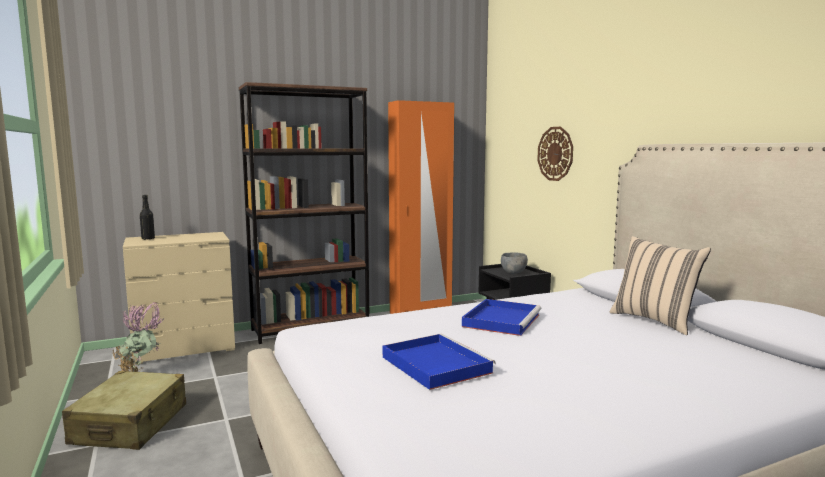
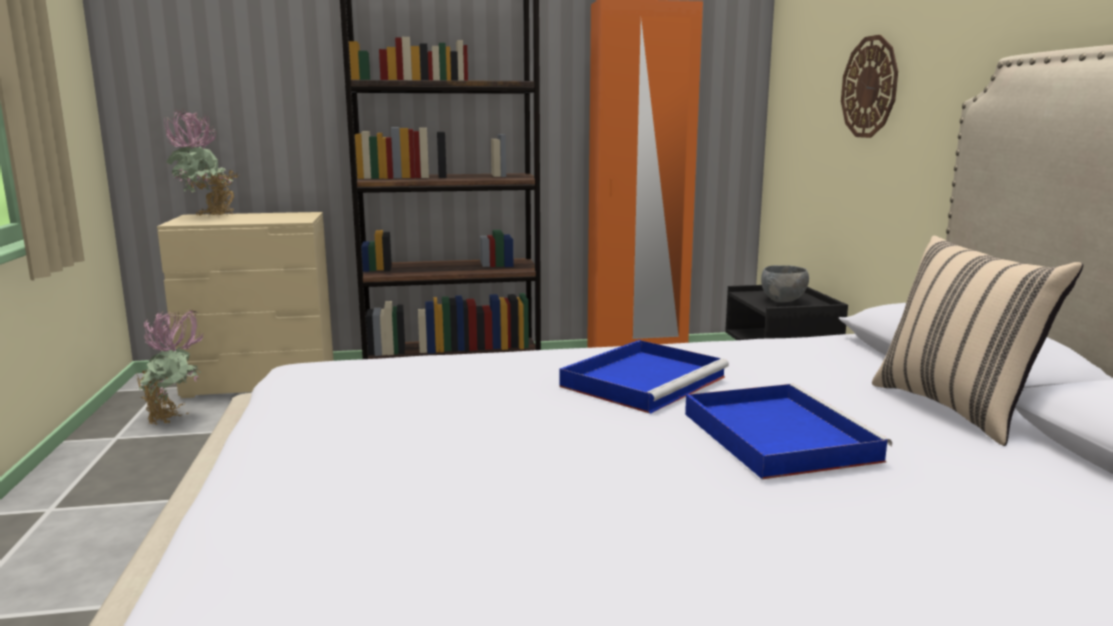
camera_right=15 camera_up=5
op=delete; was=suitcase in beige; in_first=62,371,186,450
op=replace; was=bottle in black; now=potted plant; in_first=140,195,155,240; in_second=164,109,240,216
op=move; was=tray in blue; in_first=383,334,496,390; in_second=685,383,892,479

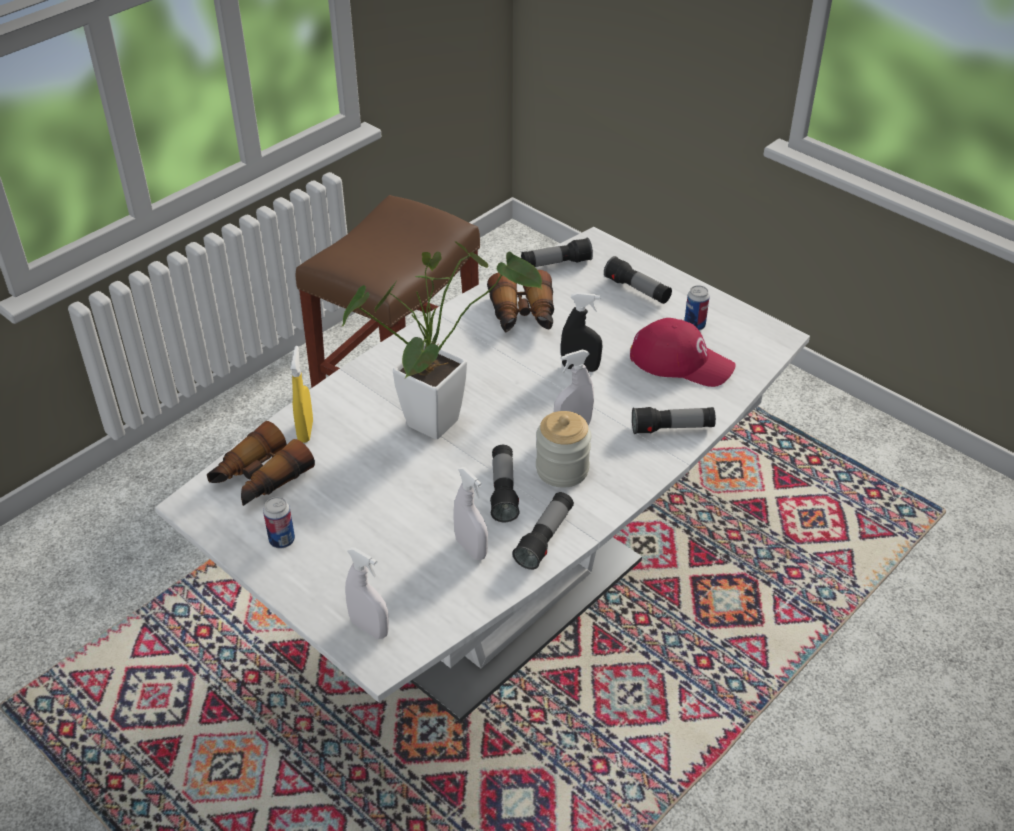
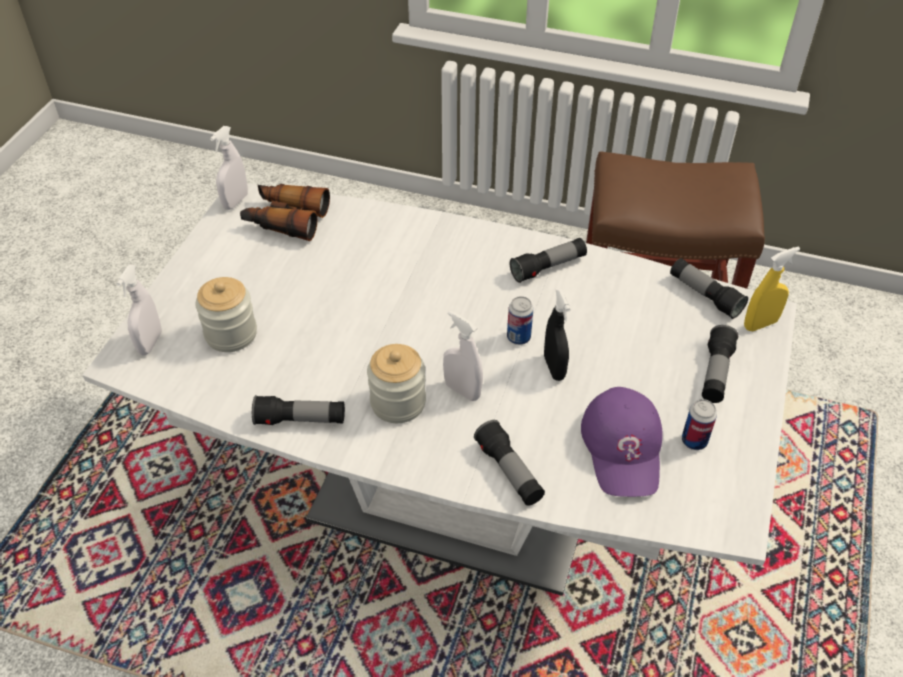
camera_right=65 camera_up=5
op=move; was=can; in_first=263,497,295,548; in_second=507,296,533,345
op=move; was=spray bottle in yellow; in_first=291,346,313,443; in_second=744,247,800,331
op=delete; was=potted plant; in_first=341,241,542,440
op=move; was=spray bottle in white; in_first=454,467,488,560; in_second=210,126,248,210
op=delete; was=binoculars; in_first=487,270,554,332
op=move; was=flashlight; in_first=490,445,519,522; in_second=510,238,587,283
op=recolor; was=cap in red; now=cap in purple; in_first=630,318,736,387; in_second=581,387,663,497
op=insert; now=jar; in_second=195,277,257,352

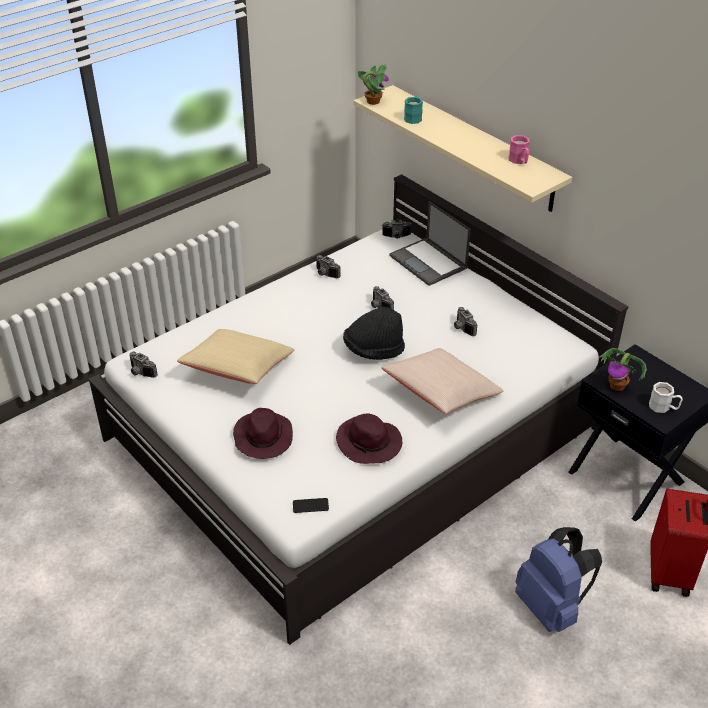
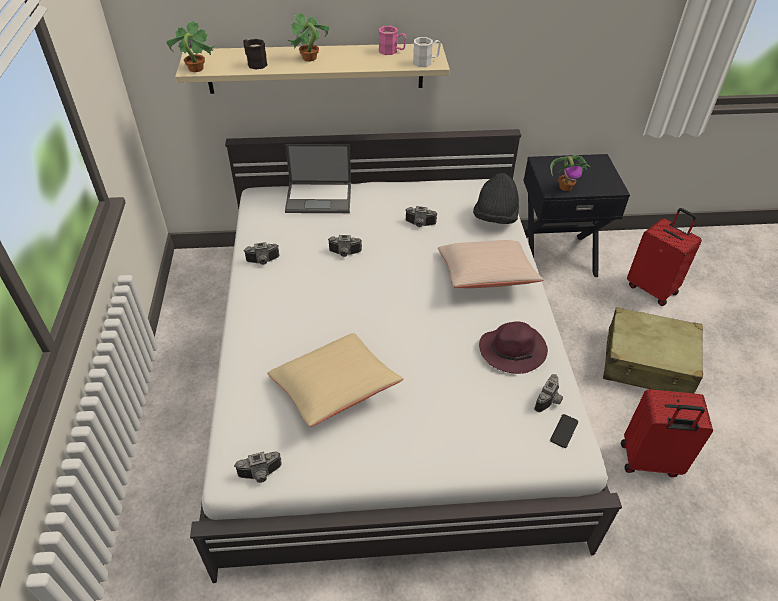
camera_right=-55 camera_up=5
op=delete; was=hat in purple; in_first=233,408,293,459
op=move; was=hat in black; in_first=343,306,405,360; in_second=473,173,519,224
op=move; was=photo camera; in_first=382,220,412,239; in_second=534,374,563,412
op=recolor; was=mug in turquoise; now=mug in black; in_first=404,96,423,124; in_second=243,39,268,70
op=replace; was=backpack in blue; now=suitcase in beige; in_first=515,527,602,632; in_second=603,307,703,393
op=move; was=mug in white; in_first=649,382,683,413; in_second=413,37,441,67
op=insert; now=potted plant; in_second=288,13,329,62
op=insert; now=suitcase in red; in_second=621,389,713,477

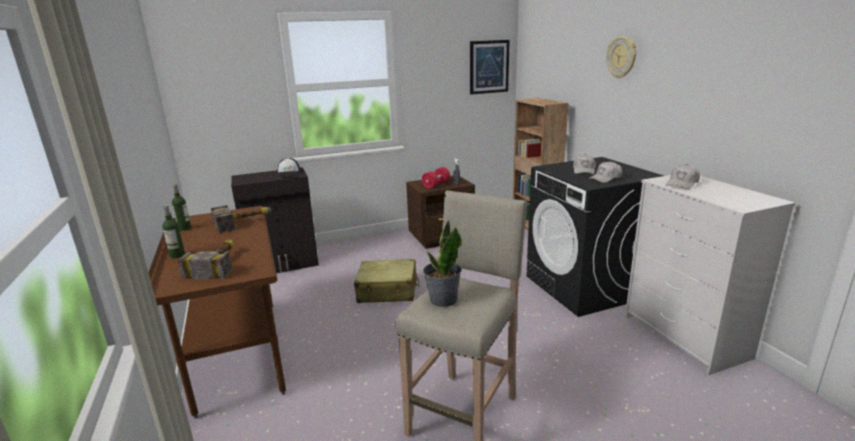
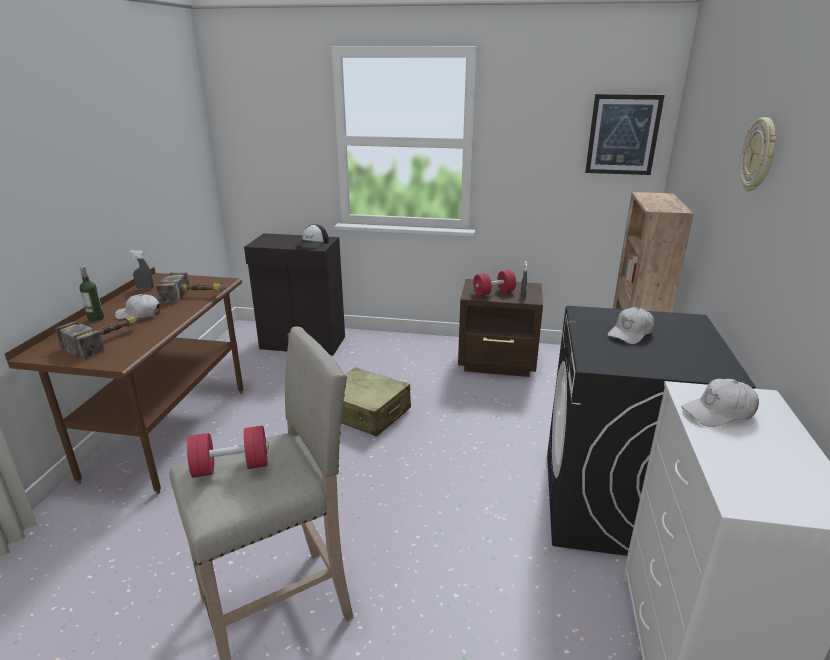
camera_right=30 camera_up=5
op=replace; was=bottle; now=spray bottle in grey; in_first=172,184,191,231; in_second=130,250,153,289
op=replace; was=potted plant; now=dumbbell in red; in_first=423,220,462,307; in_second=187,425,269,478
op=move; was=cap in white; in_first=589,161,622,183; in_second=115,294,161,319

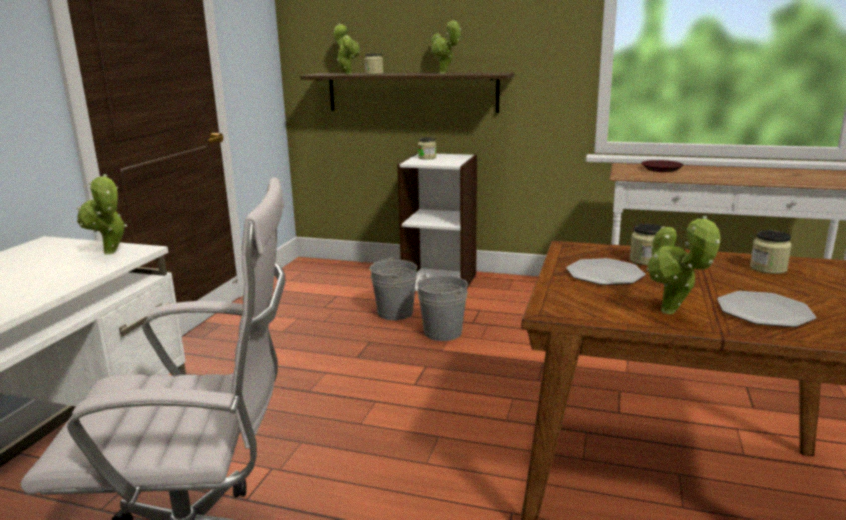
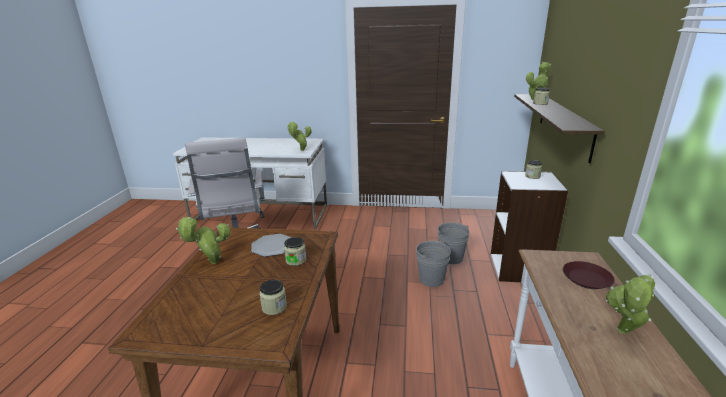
camera_right=80 camera_up=5
op=move; was=potted plant; in_first=431,20,461,74; in_second=606,274,655,334
op=delete; was=plate; in_first=717,291,816,327

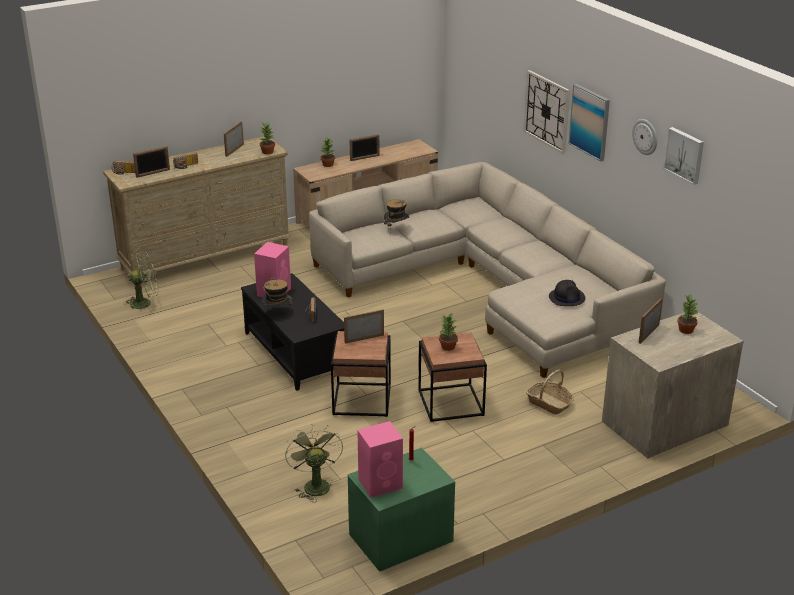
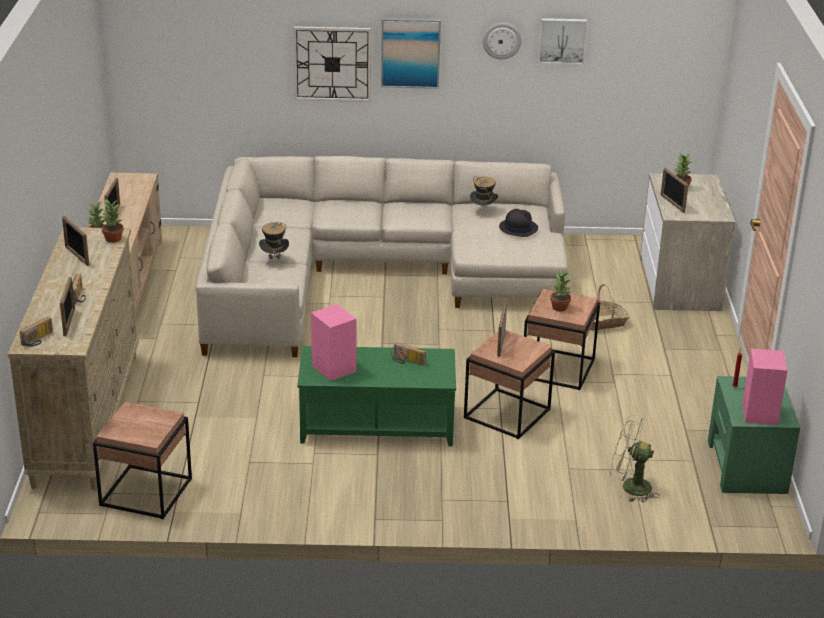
camera_right=-60 camera_up=0
op=replace; was=fan in green; now=side table in brown; in_first=123,252,159,312; in_second=93,402,192,519
op=recolor; was=coffee table in black; now=coffee table in green; in_first=241,273,344,391; in_second=297,346,456,446
op=move; was=hat; in_first=262,277,293,307; in_second=470,176,498,205

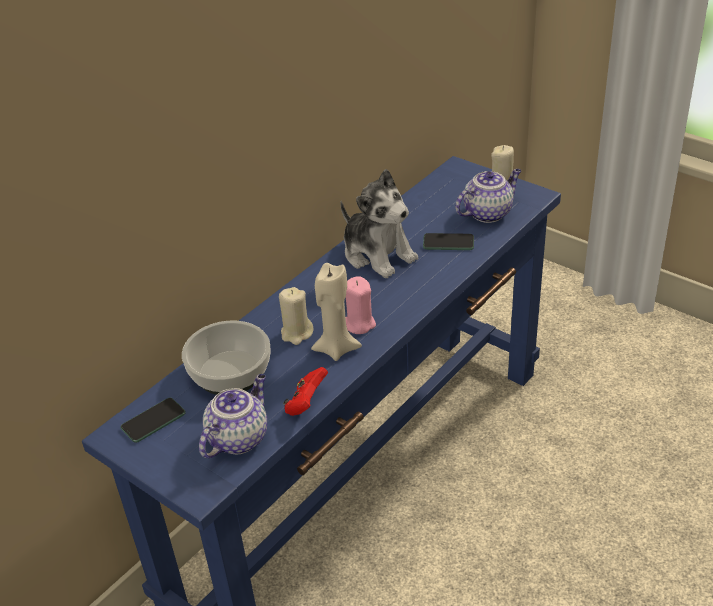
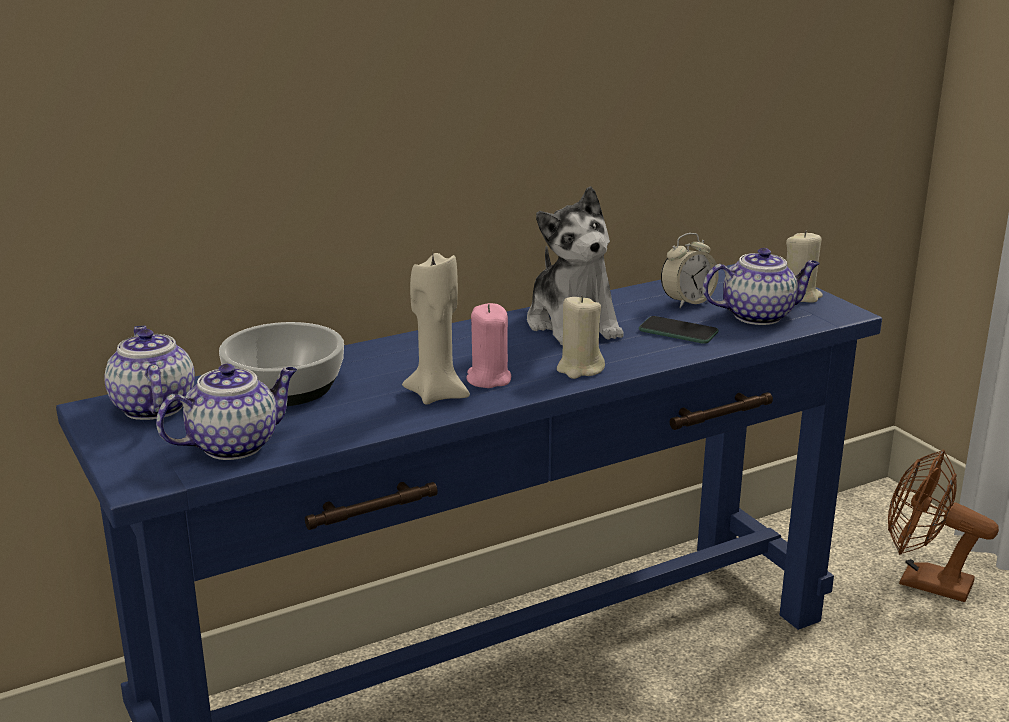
camera_right=20 camera_up=-15
op=replace; was=phone; now=teapot; in_first=121,398,186,443; in_second=104,325,195,420
op=move; was=candle in beige; in_first=279,287,314,345; in_second=557,295,605,379
op=delete; was=game controller in red; in_first=283,367,328,416
op=insert; now=alarm clock; in_second=661,233,719,308
op=insert; now=fan in brown; in_second=888,449,999,602

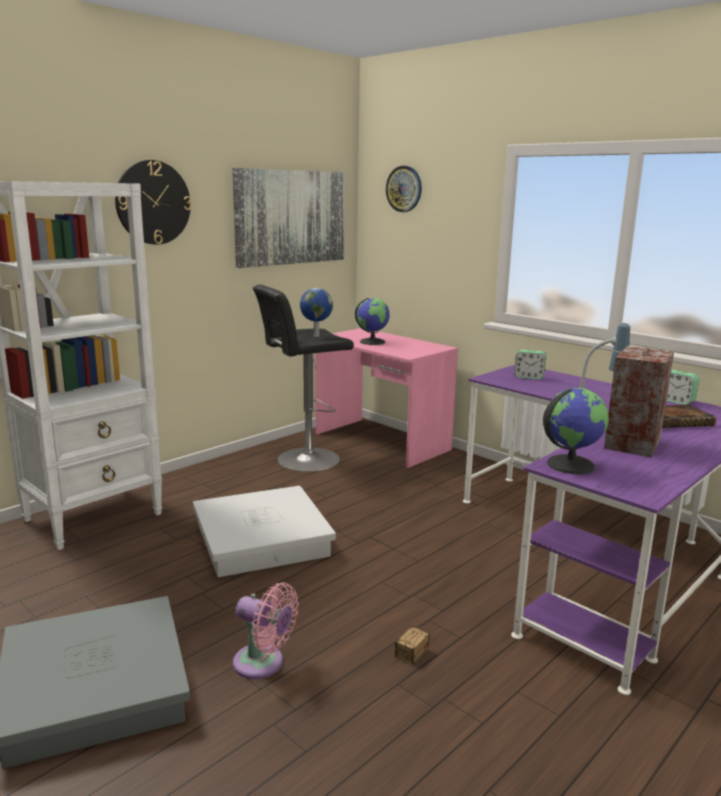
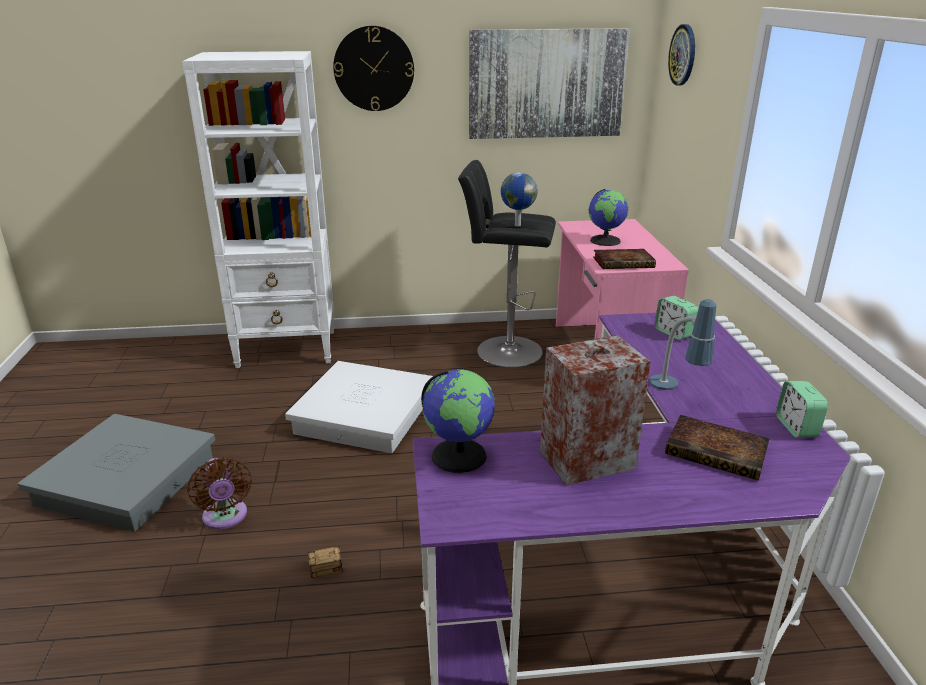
camera_right=40 camera_up=10
op=recolor; was=fan in pink; now=fan in brown; in_first=233,583,298,679; in_second=187,457,252,529
op=insert; now=book; in_second=593,249,656,269

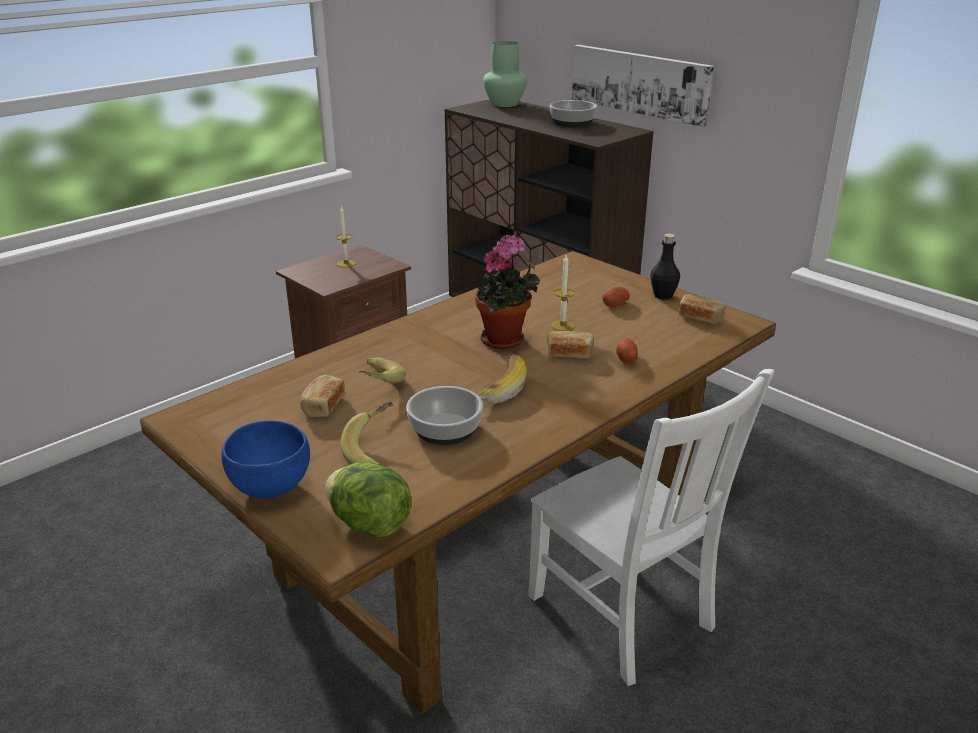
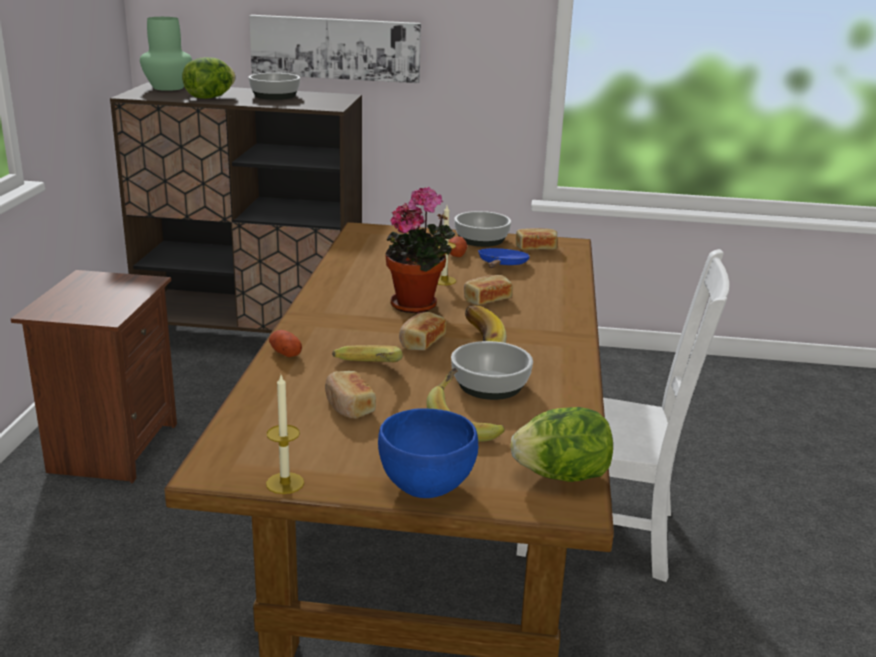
camera_right=-40 camera_up=-5
op=move; was=candle; in_first=336,206,356,268; in_second=266,375,304,494
op=move; was=potato; in_first=616,338,638,364; in_second=269,330,302,357
op=replace; was=bottle in black; now=bowl; in_first=650,234,680,300; in_second=454,211,511,247
op=insert; now=lettuce; in_second=182,57,236,99
op=insert; now=bread; in_second=399,312,446,350
op=insert; now=frying pan in blue; in_second=478,248,530,268

